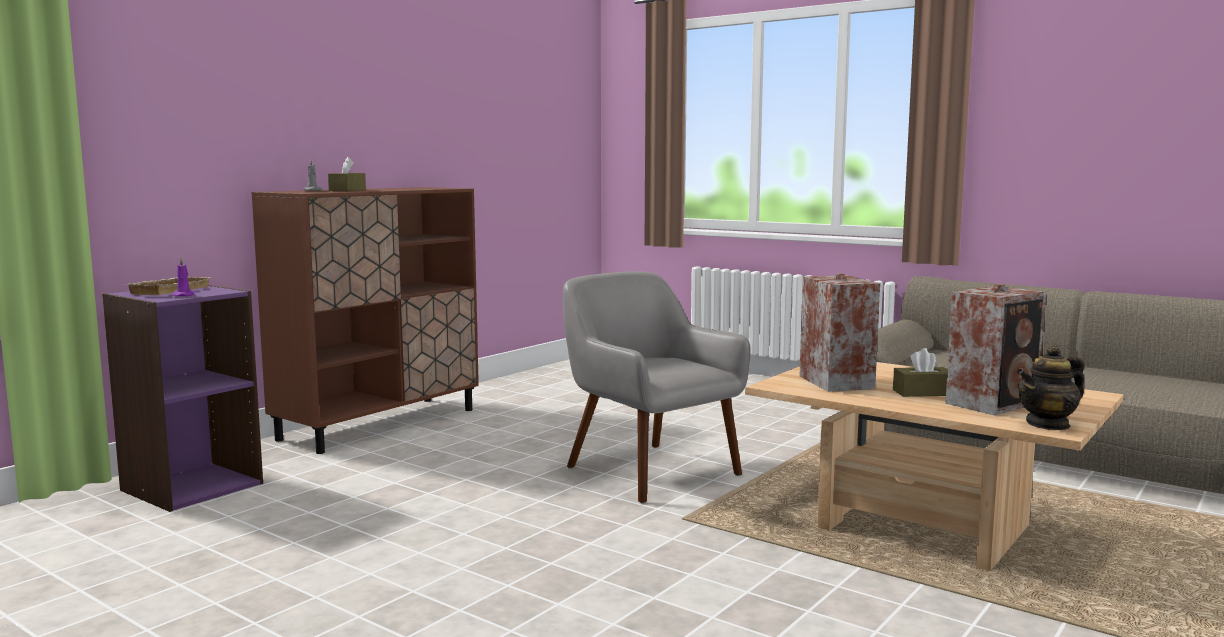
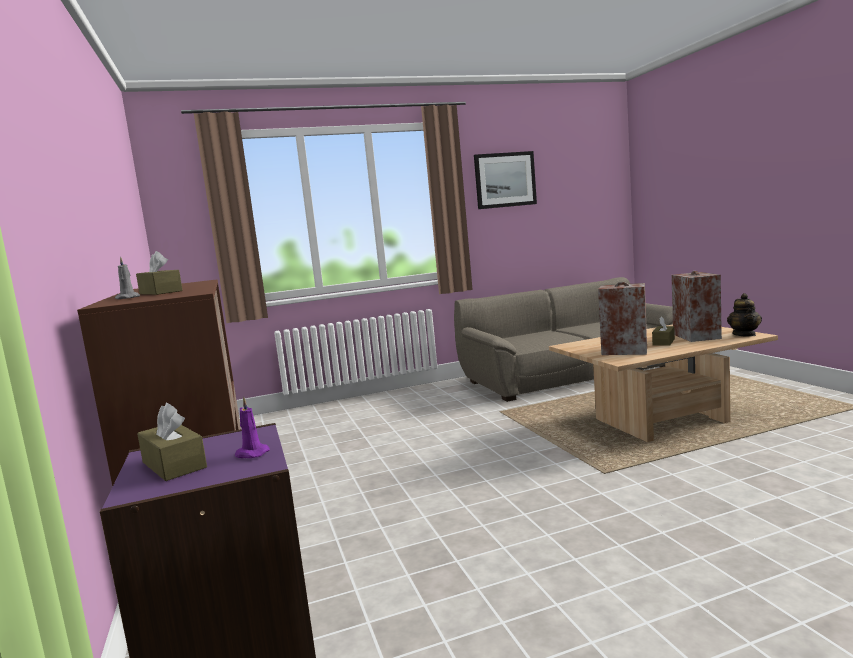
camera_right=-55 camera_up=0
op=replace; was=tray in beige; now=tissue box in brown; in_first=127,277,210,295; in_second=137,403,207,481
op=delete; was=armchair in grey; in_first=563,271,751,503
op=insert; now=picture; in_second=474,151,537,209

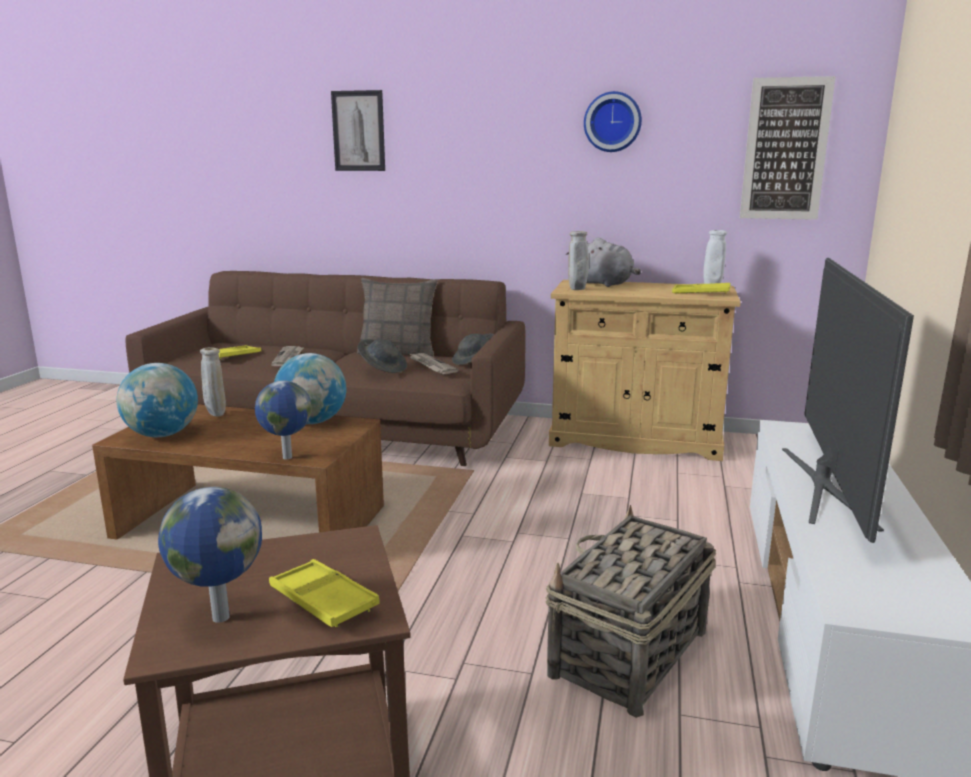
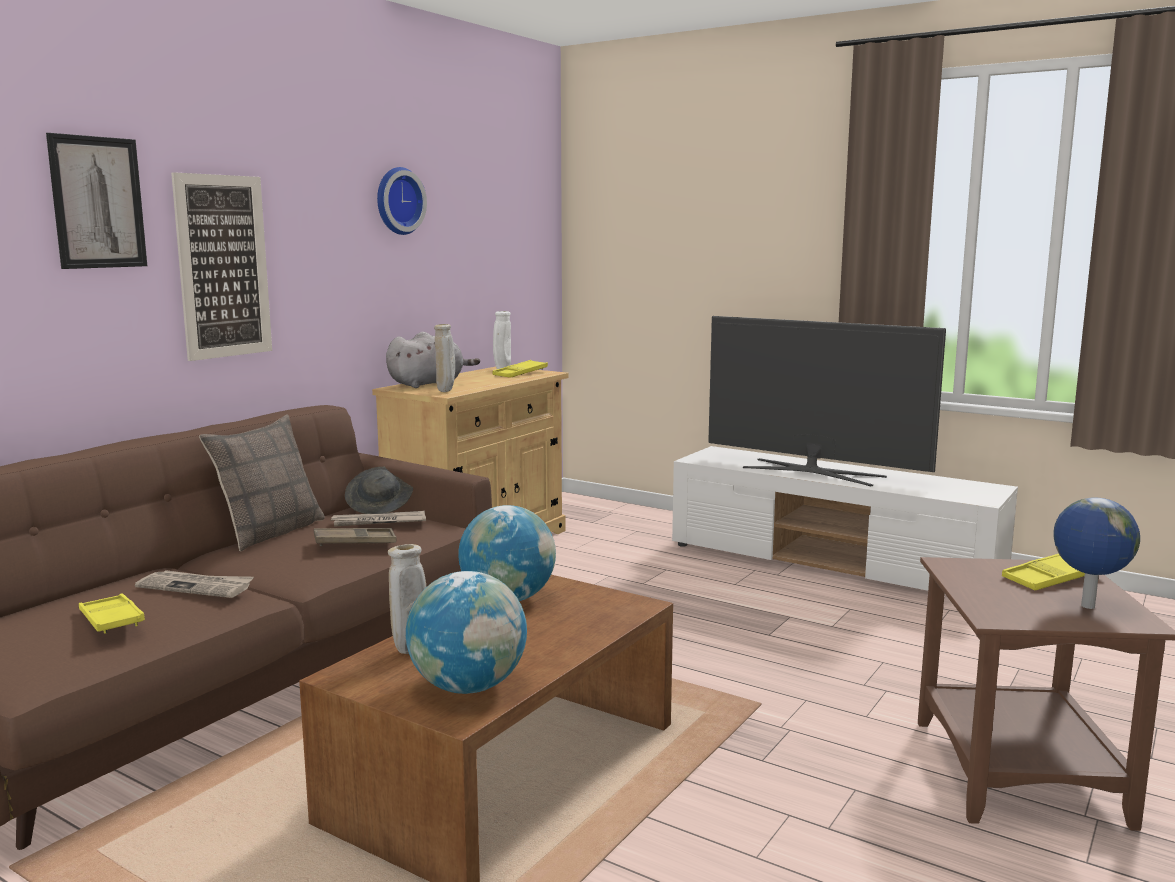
camera_right=-70 camera_up=-5
op=delete; was=globe; in_first=255,381,312,459
op=replace; was=hat in grey; now=tray in brown; in_first=357,339,407,373; in_second=314,528,396,546
op=delete; was=basket; in_first=546,505,717,718
op=move; was=picture; in_first=740,76,836,220; in_second=171,172,272,361

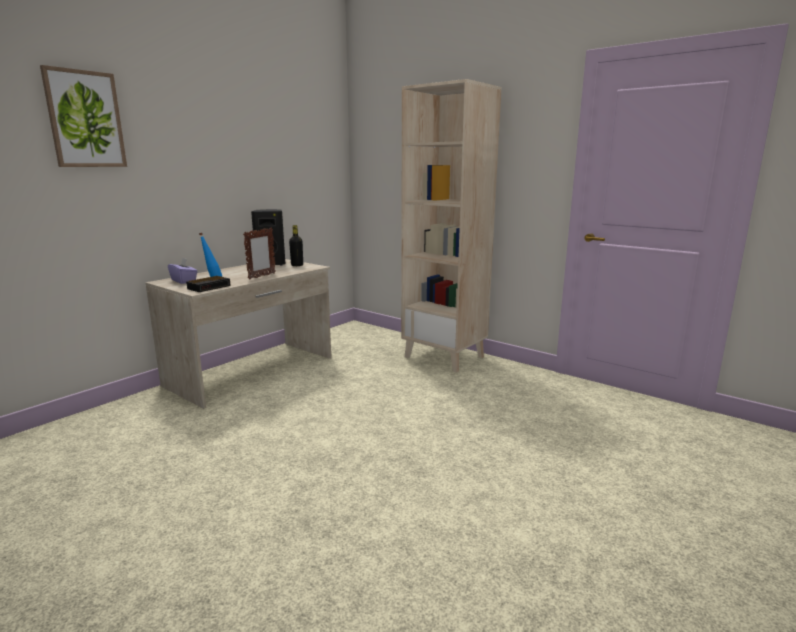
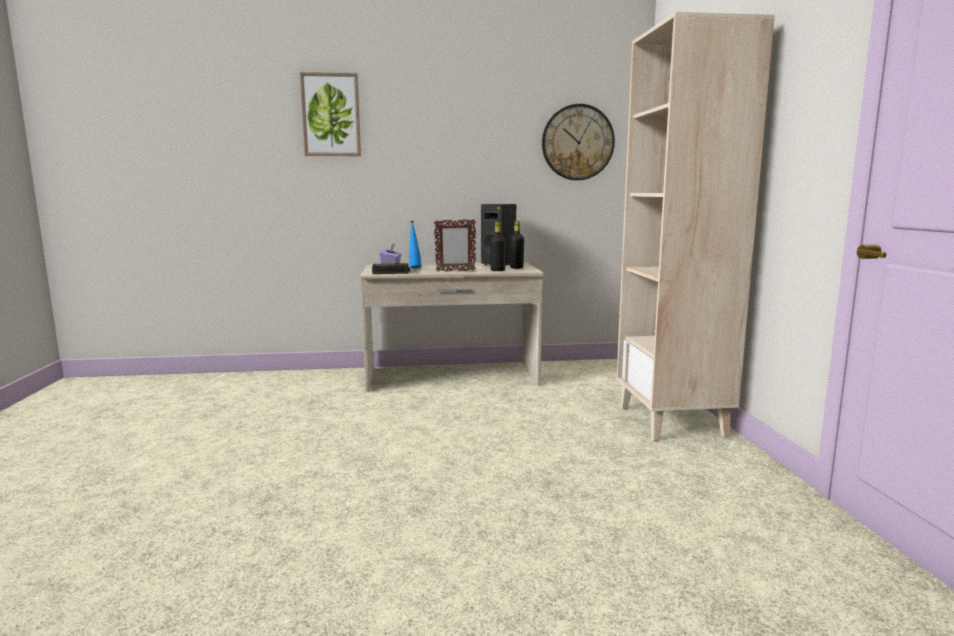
camera_right=45 camera_up=-5
op=insert; now=bottle in black; in_second=490,222,506,271
op=insert; now=wall clock; in_second=542,104,615,180

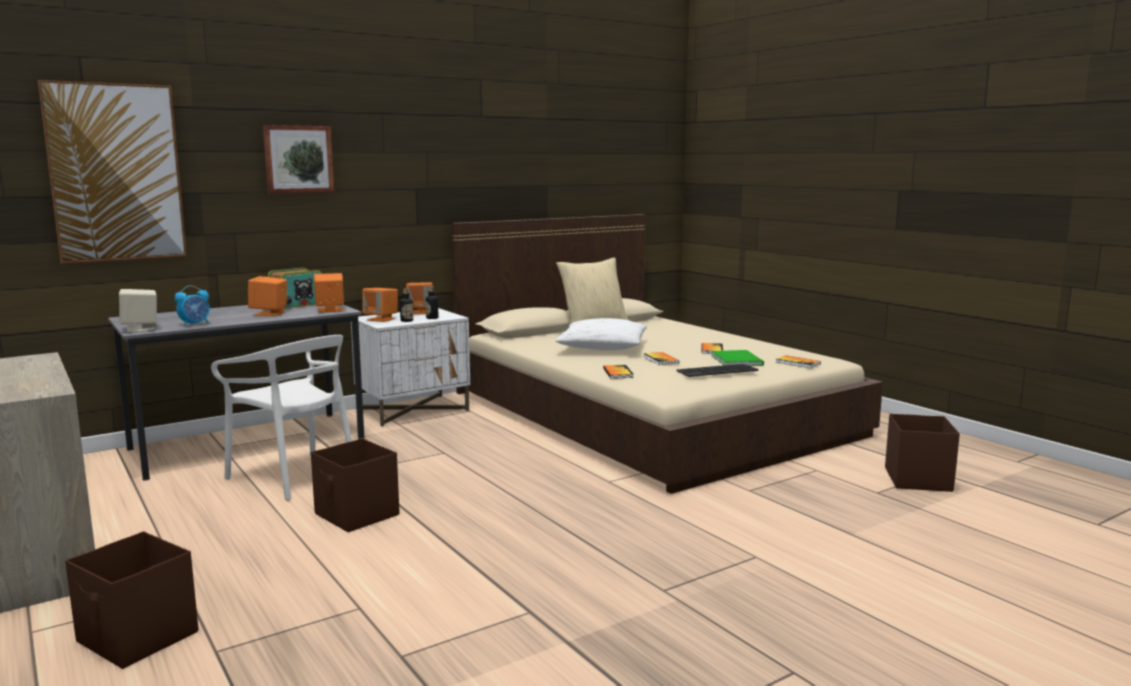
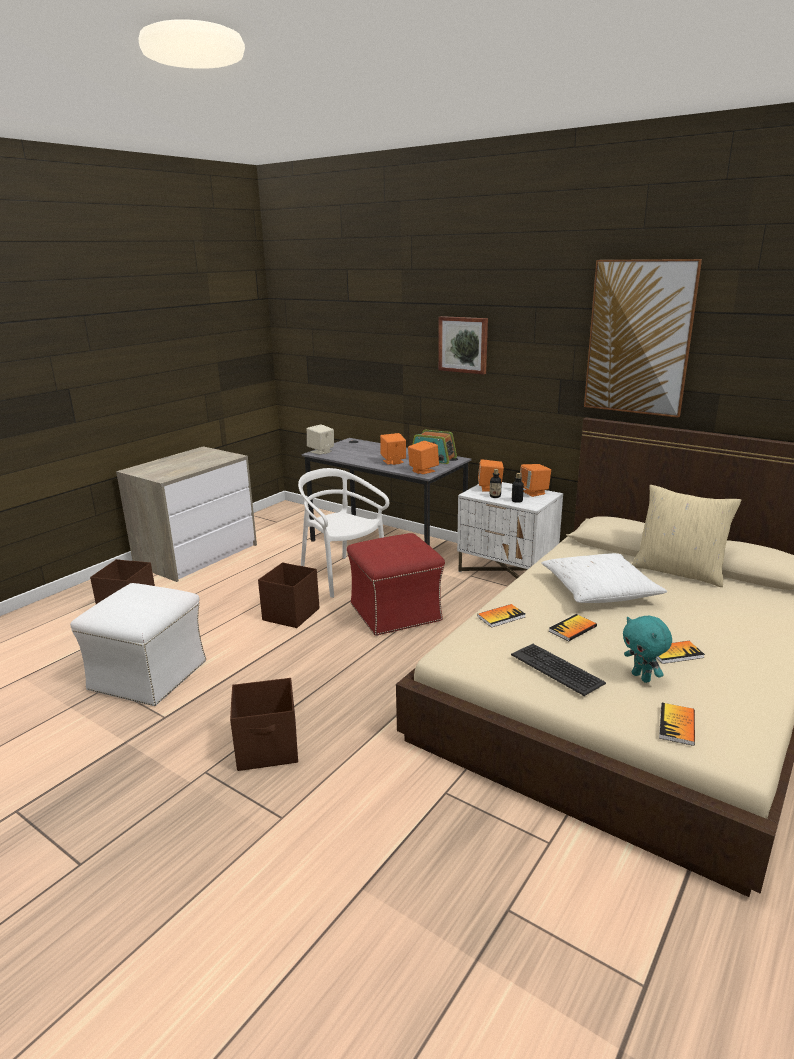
camera_right=70 camera_up=10
op=move; was=picture; in_first=38,80,187,263; in_second=584,259,702,418
op=delete; was=alarm clock; in_first=175,285,210,327
op=rotate; was=chair in white; in_first=211,335,352,501; in_second=298,468,389,598; clockwise=120
op=replace; was=book in green; now=plush toy in turquoise; in_first=711,350,764,366; in_second=623,616,672,683
op=move; was=storage box in brown; in_first=885,414,960,492; in_second=230,678,298,771
op=insert; now=ottoman in white; in_second=70,583,206,706
op=insert; now=ottoman in red; in_second=347,533,445,636

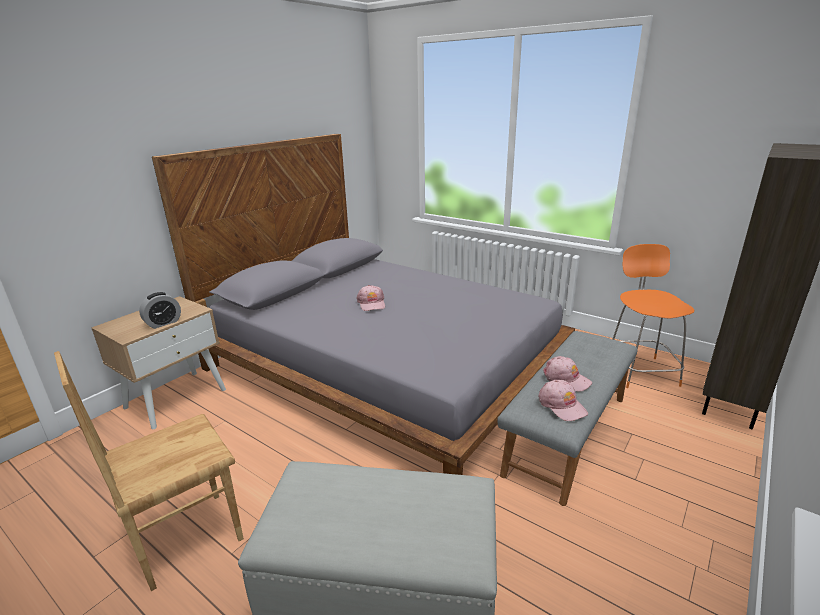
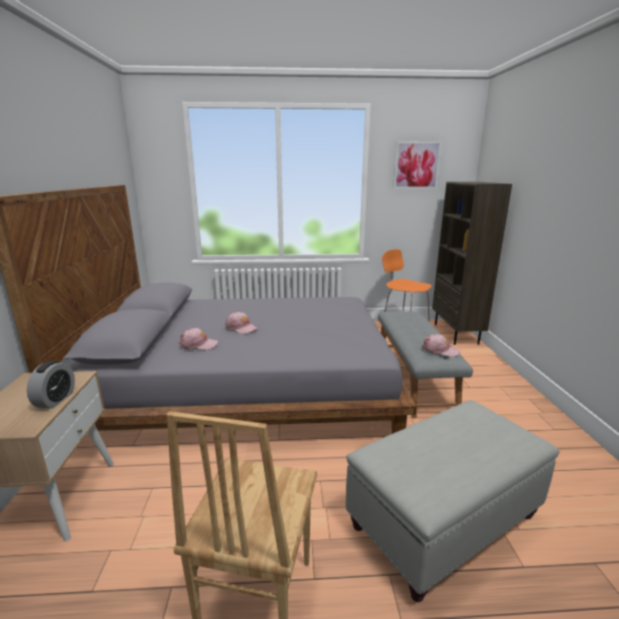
camera_right=-40 camera_up=-5
op=move; was=cap in pink; in_first=543,356,592,392; in_second=179,328,218,350
op=insert; now=picture; in_second=393,141,442,189

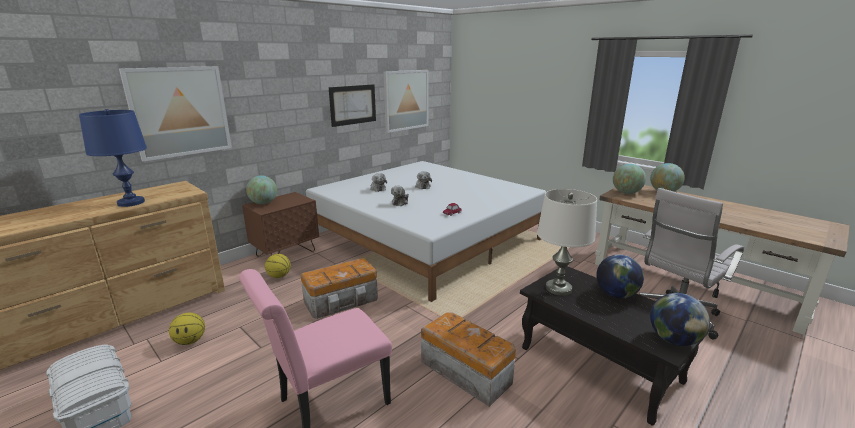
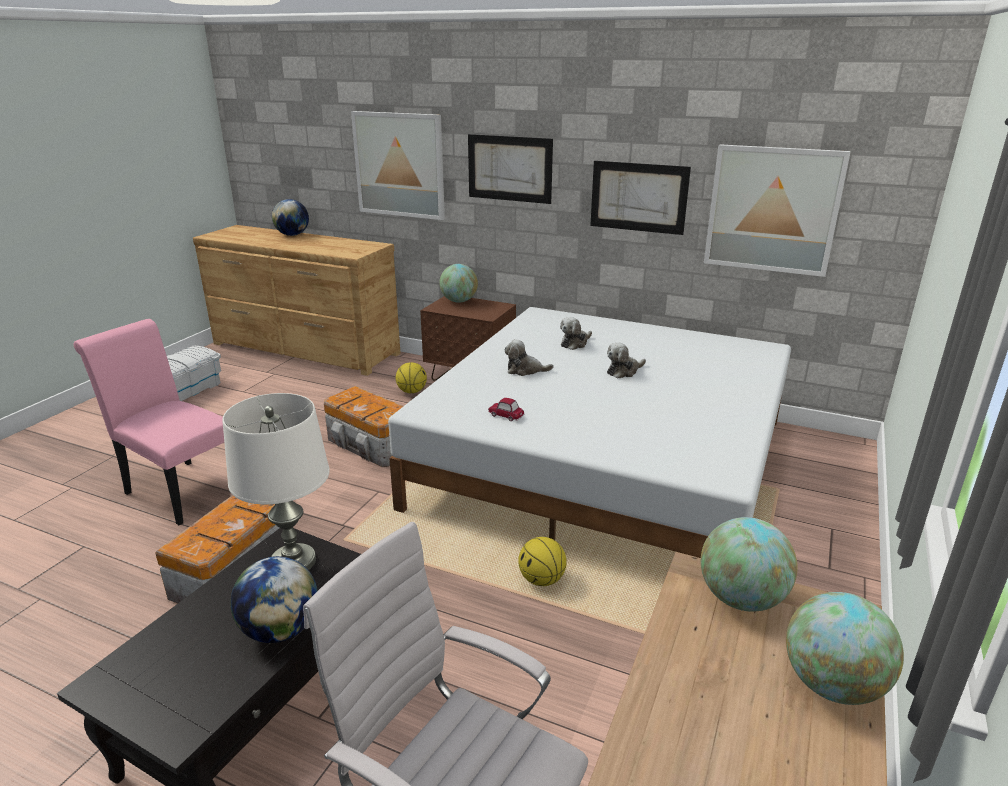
camera_right=70 camera_up=5
op=delete; was=table lamp in blue; in_first=79,109,147,207
op=move; was=basketball; in_first=169,313,205,345; in_second=518,537,567,586
op=move; was=globe; in_first=650,293,710,346; in_second=272,199,309,236
op=insert; now=picture; in_second=468,134,553,204

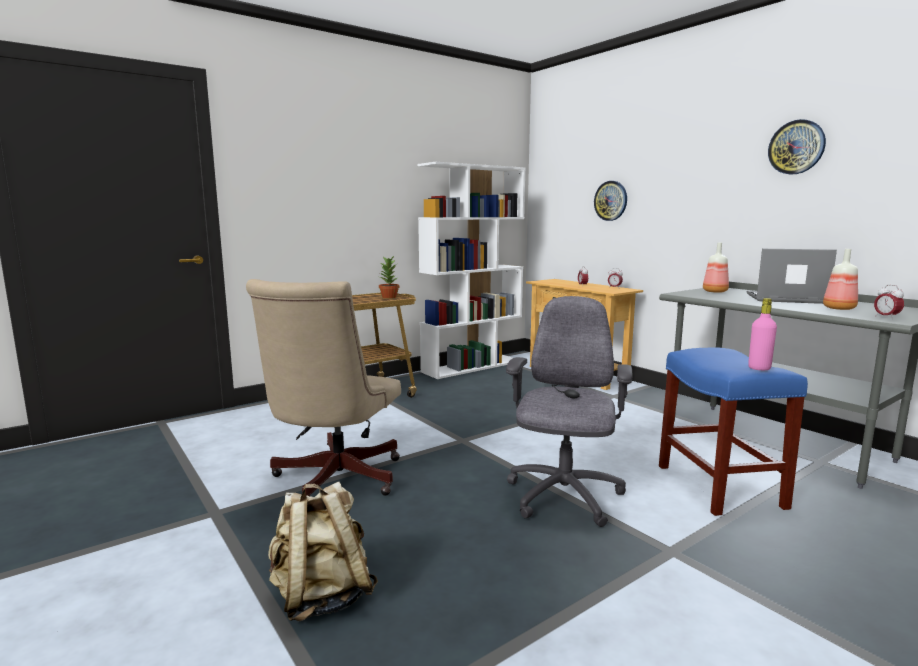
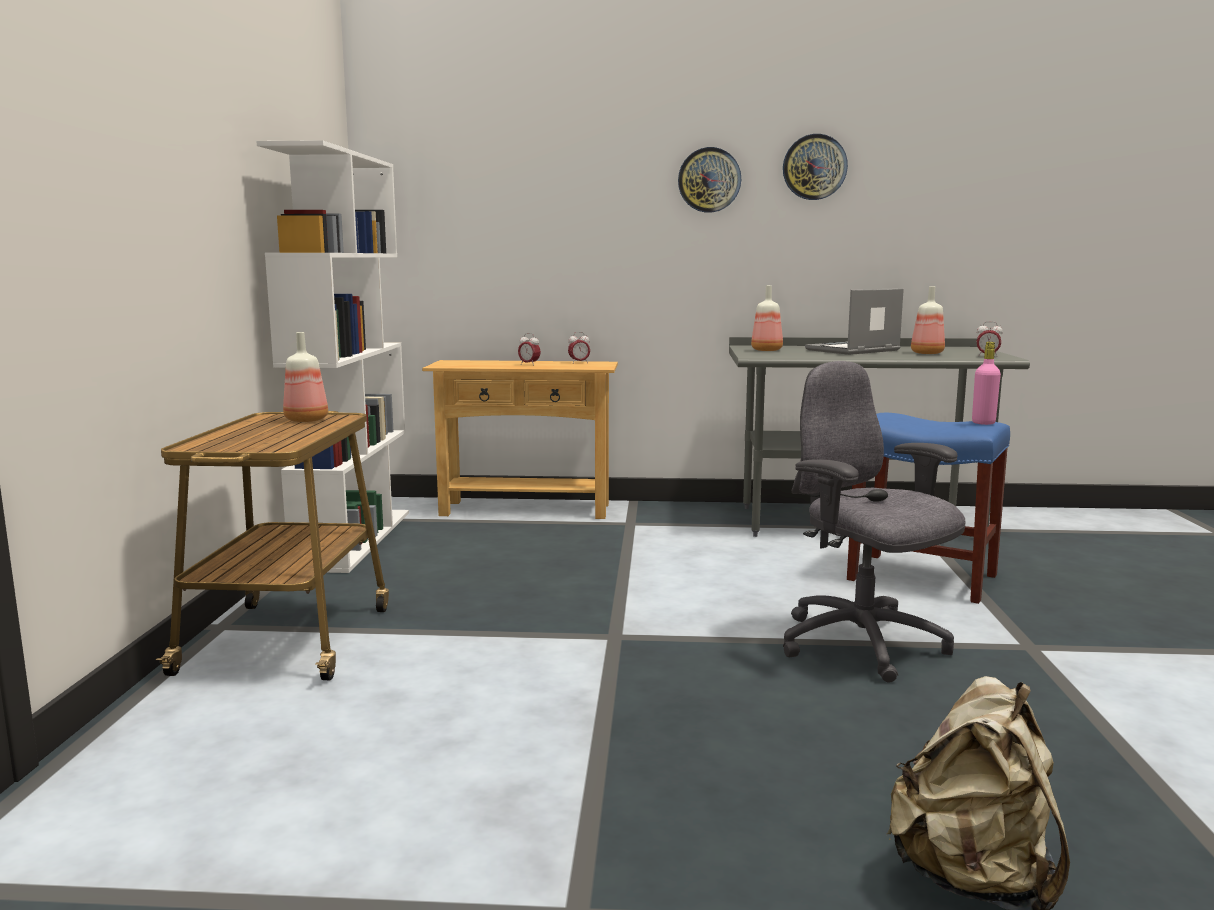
camera_right=-50 camera_up=0
op=delete; was=office chair in beige; in_first=246,279,401,496
op=replace; was=potted plant; now=bottle; in_first=379,256,399,298; in_second=283,332,328,422
op=move; was=wall clock; in_first=594,181,627,221; in_second=678,147,741,213

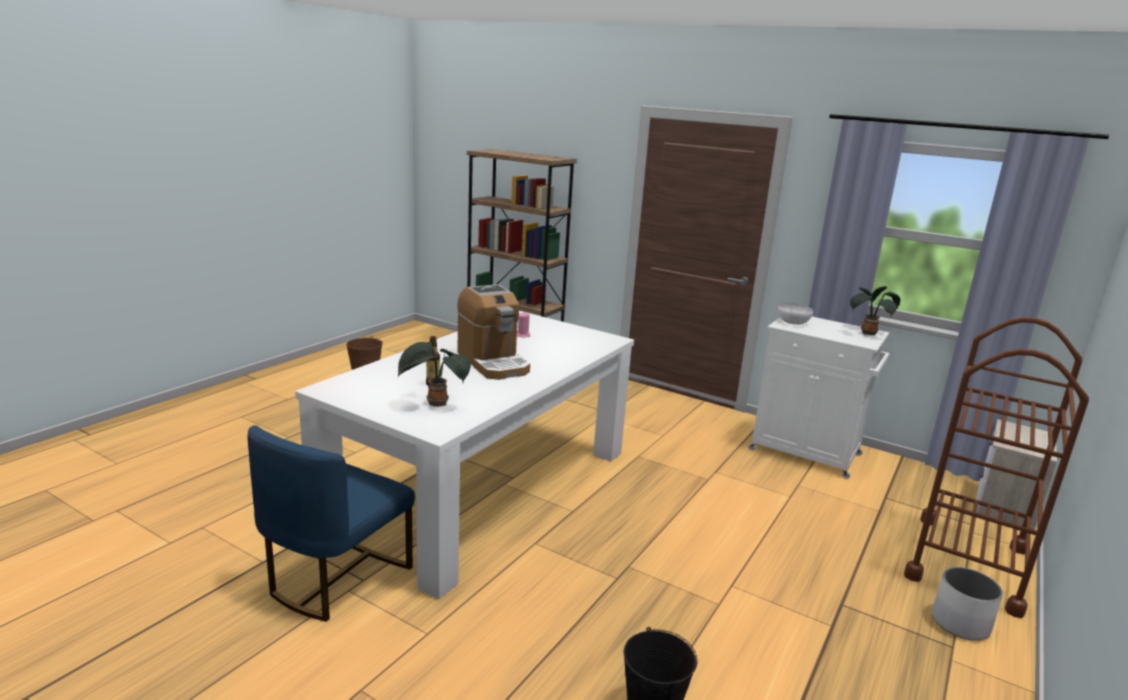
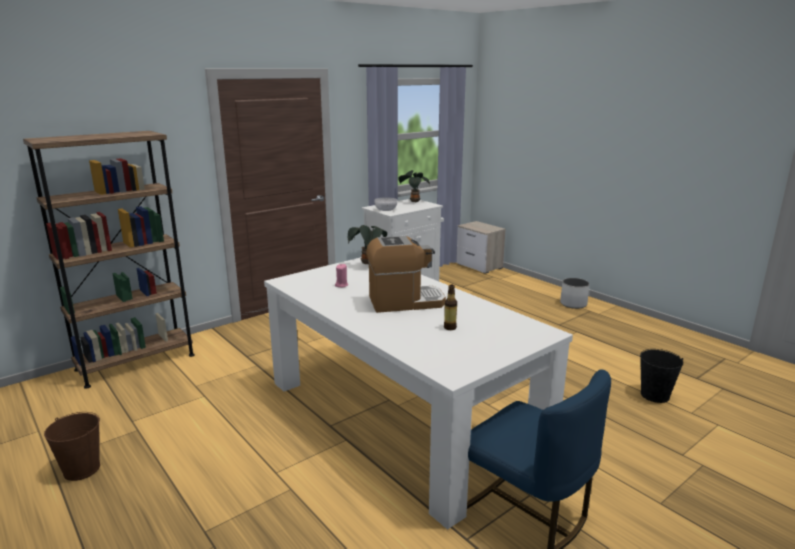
camera_right=-70 camera_up=0
op=move; was=potted plant; in_first=398,342,471,407; in_second=347,225,387,264
op=delete; was=cart in brown; in_first=904,317,1089,618

